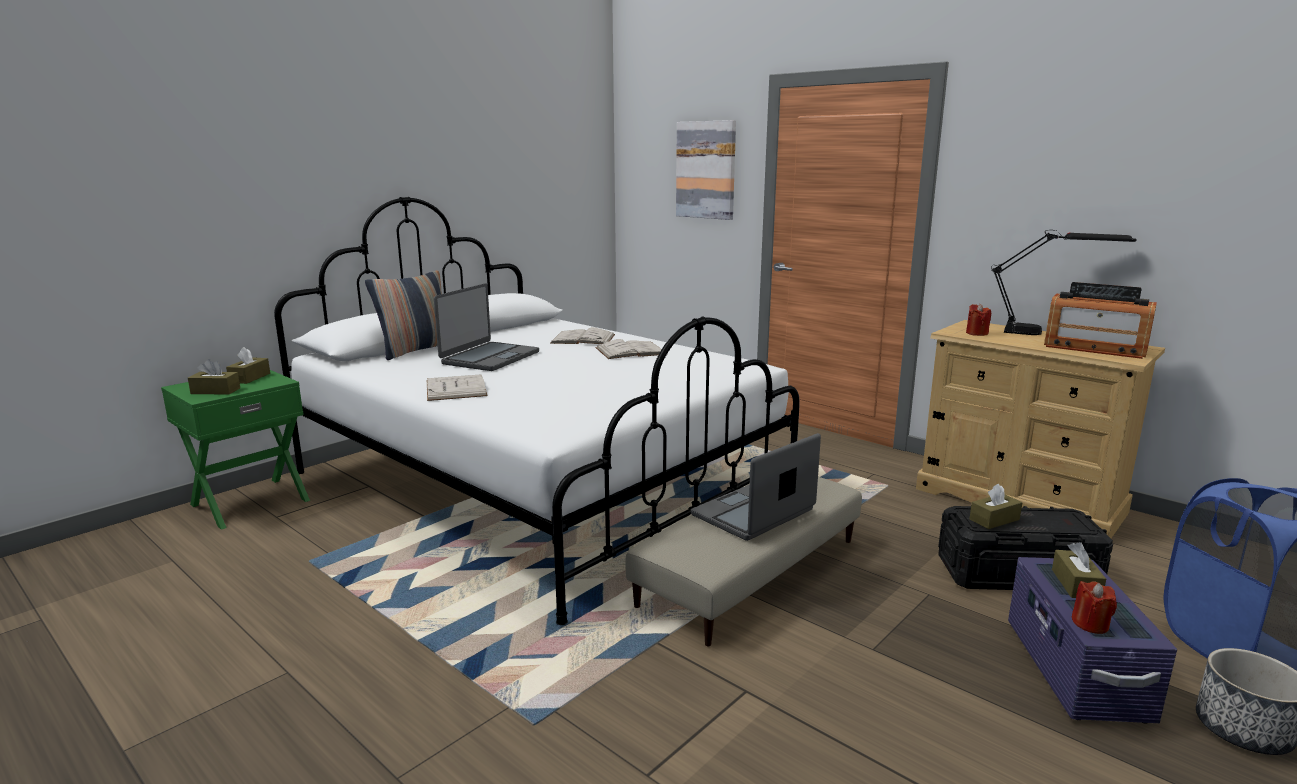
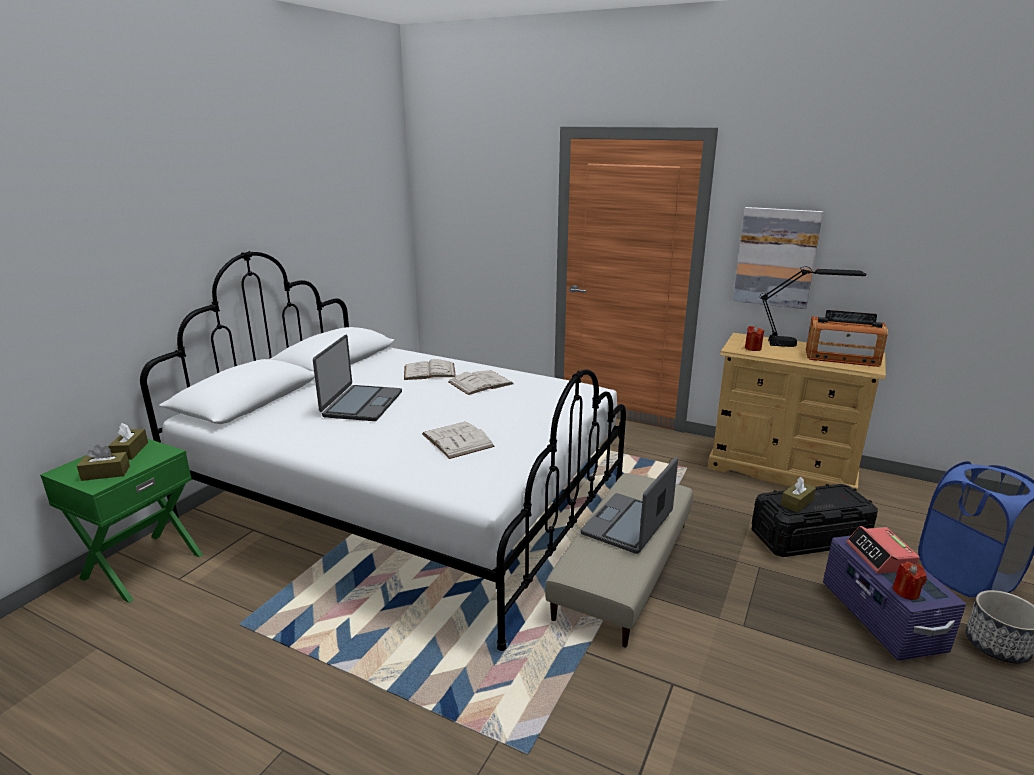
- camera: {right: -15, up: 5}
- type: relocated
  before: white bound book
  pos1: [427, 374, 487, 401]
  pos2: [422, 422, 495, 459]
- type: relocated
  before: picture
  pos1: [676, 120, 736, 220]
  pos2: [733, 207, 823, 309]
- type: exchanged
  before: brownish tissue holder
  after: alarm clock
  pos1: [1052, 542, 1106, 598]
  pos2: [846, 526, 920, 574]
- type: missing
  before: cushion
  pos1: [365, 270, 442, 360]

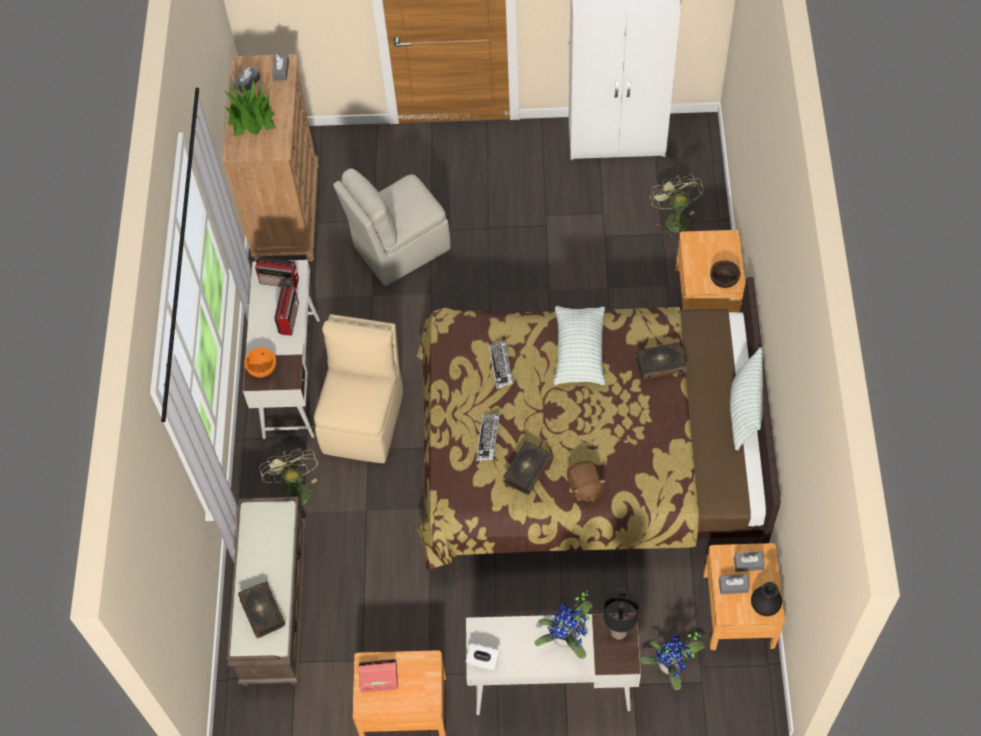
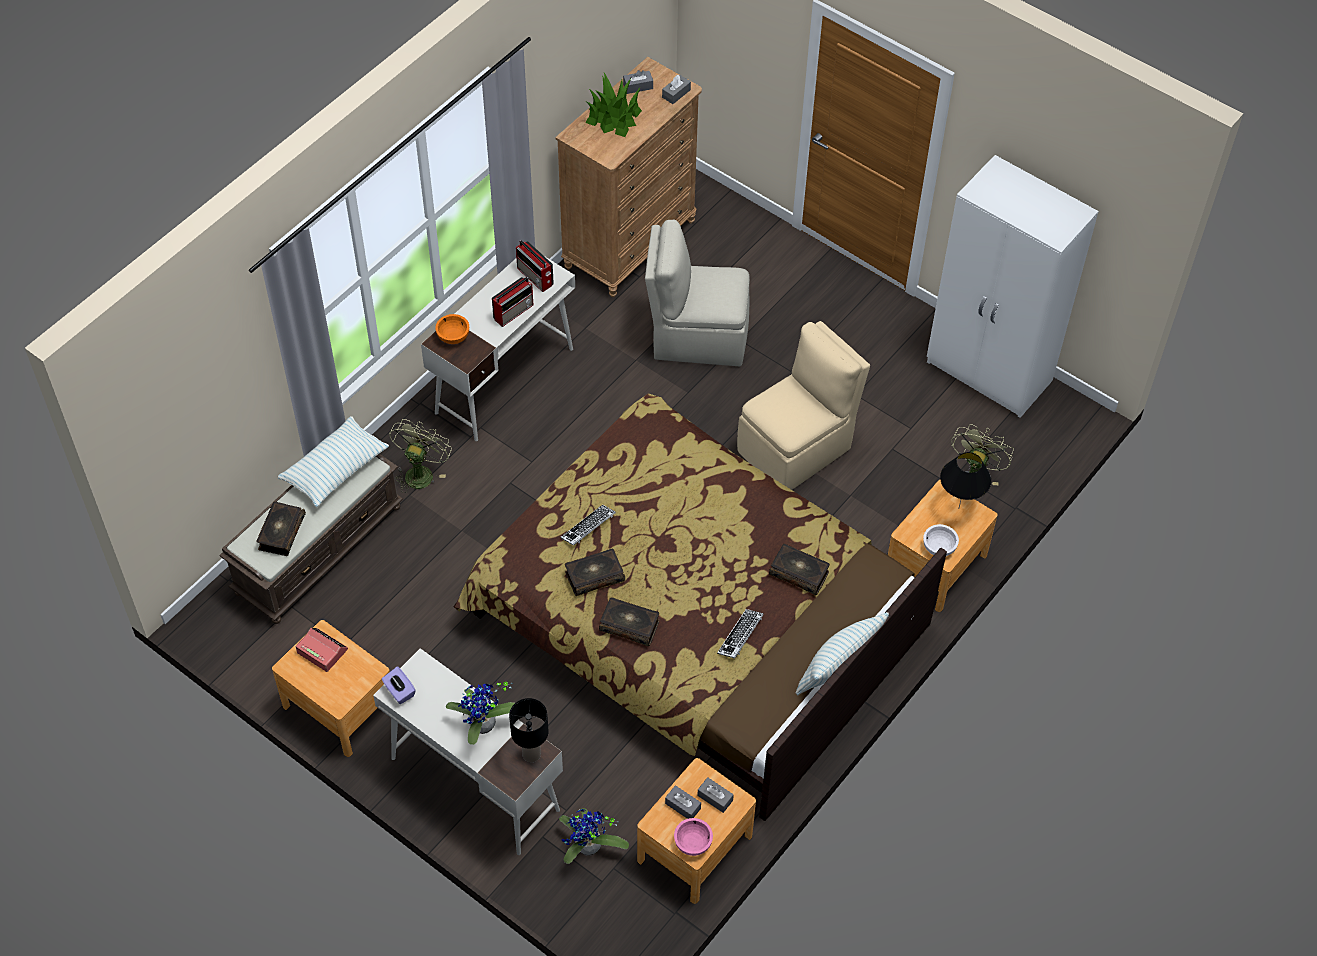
- camera: {right: 35, up: -5}
- type: relocated
  before: cushion
  pos1: [554, 306, 605, 386]
  pos2: [278, 416, 389, 507]
- type: colour
  before: white tissue holder
  after: purple-coloured tissue holder
  pos1: [466, 644, 500, 670]
  pos2: [382, 667, 416, 704]
- type: exchanged
  before: brownish soft toy
  after: bound book
  pos1: [567, 461, 605, 502]
  pos2: [599, 597, 659, 646]
- type: exchanged
  before: black flower vase
  after: pink-coloured serving bowl
  pos1: [751, 582, 782, 616]
  pos2: [674, 818, 713, 856]
- type: relocated
  before: computer keyboard
  pos1: [489, 340, 513, 389]
  pos2: [717, 609, 764, 658]
- type: relocated
  before: sand-coloured upright chair
  pos1: [314, 314, 403, 463]
  pos2: [737, 321, 870, 490]
- type: colour
  before: brownish serving bowl
  after: white serving bowl
  pos1: [710, 260, 740, 288]
  pos2: [923, 524, 959, 556]
- type: appeared
  after: black tabletop lamp
  pos2: [940, 452, 991, 508]

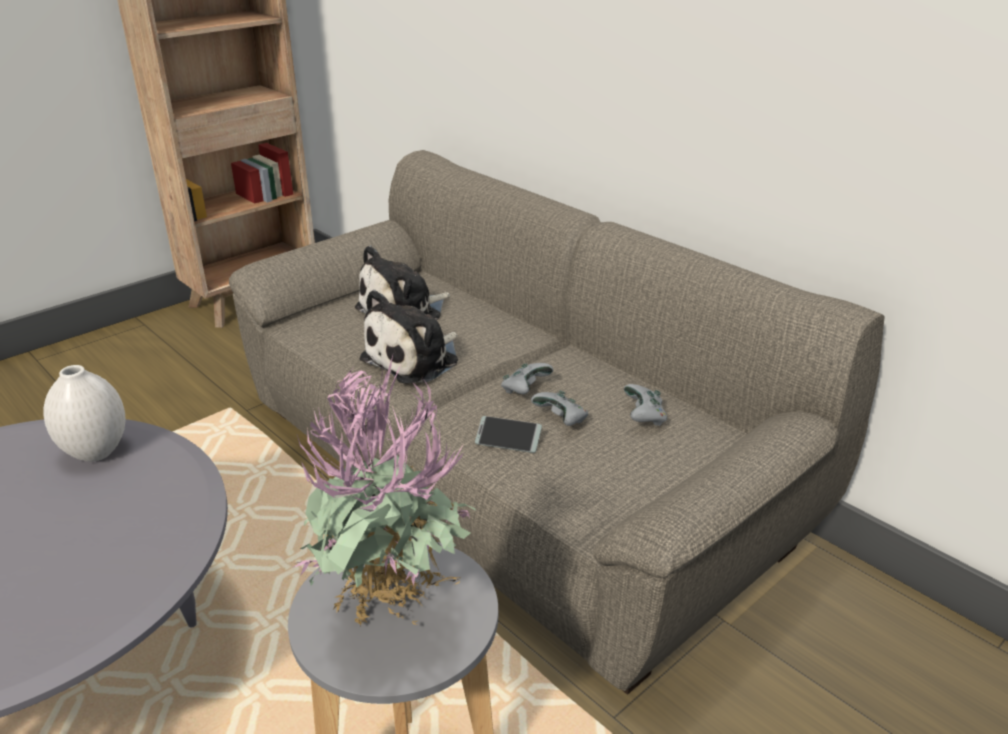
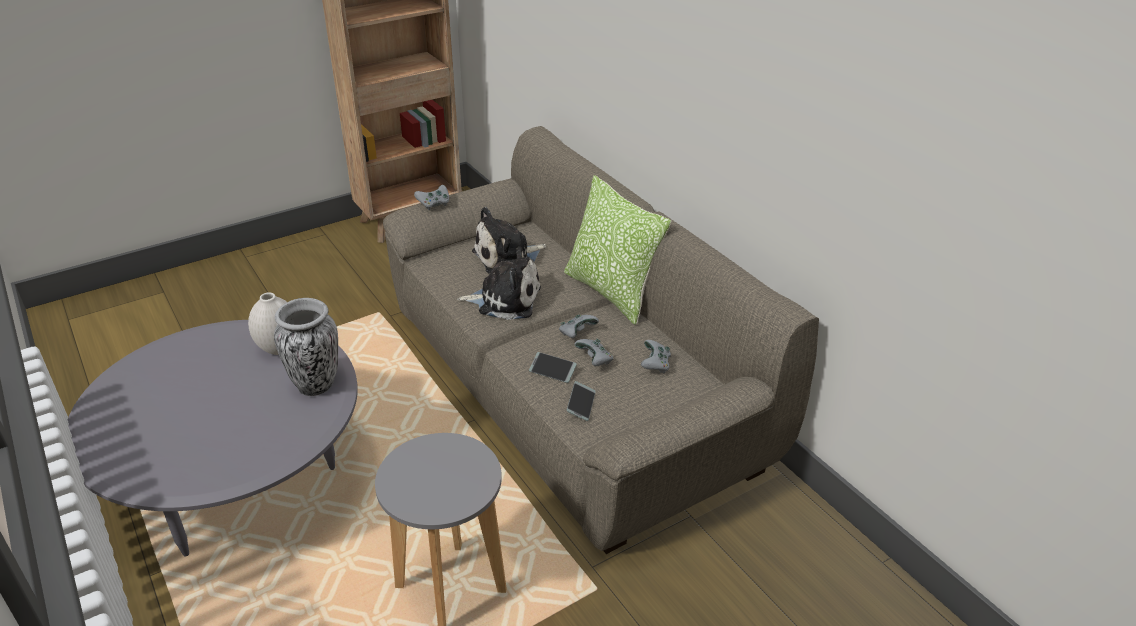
- camera: {right: 10, up: 5}
- type: appeared
  after: flower vase
  pos2: [274, 298, 338, 396]
- type: appeared
  after: gray joypad
  pos2: [414, 185, 449, 210]
- type: spun
  before: soft toy
  pos1: [360, 290, 458, 384]
  pos2: [457, 247, 541, 320]
  turn: -135
- type: appeared
  after: cushion
  pos2: [564, 175, 671, 325]
- type: appeared
  after: phone
  pos2: [567, 381, 596, 421]
- type: missing
  before: houseplant
  pos1: [292, 355, 475, 627]

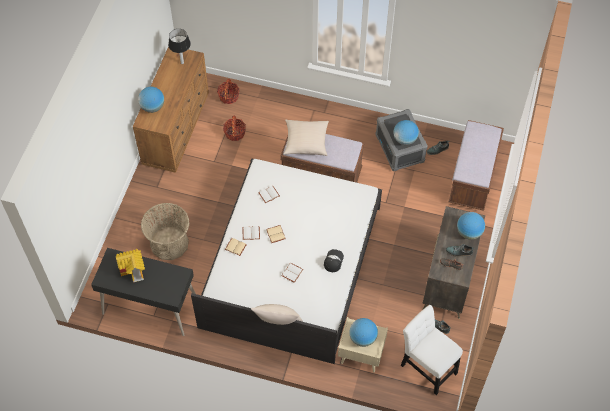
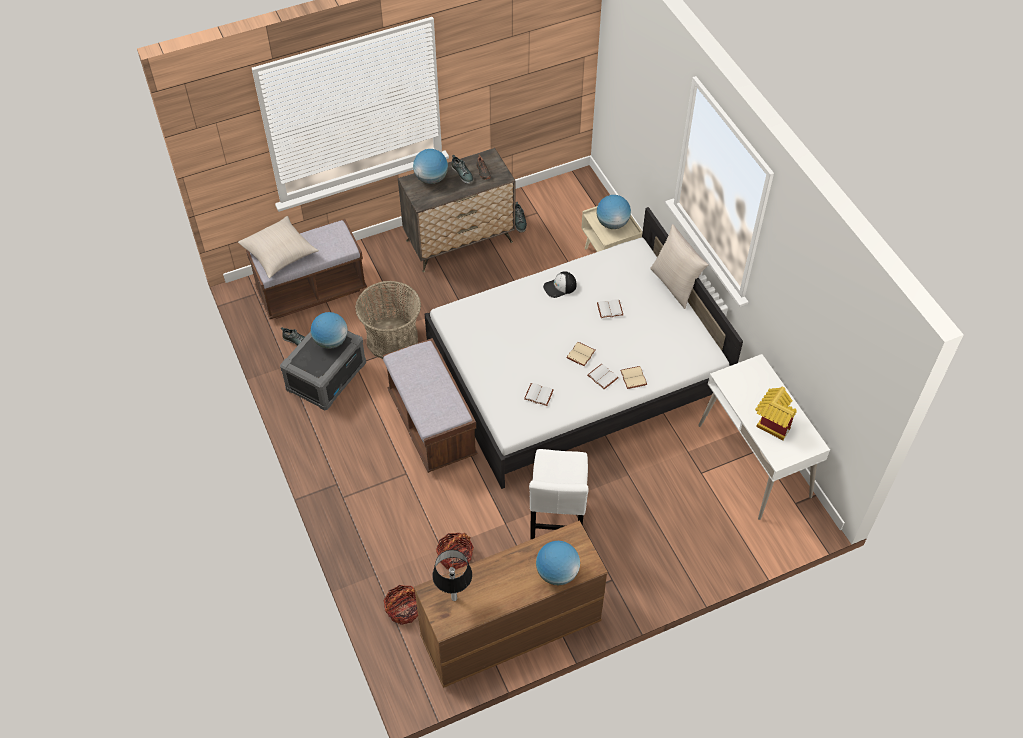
- camera: {right: -130, up: -5}
- type: relocated
  before: sand-coloured cushion
  pos1: [284, 120, 329, 156]
  pos2: [238, 216, 319, 278]
- type: relocated
  before: basket
  pos1: [141, 203, 189, 260]
  pos2: [355, 281, 421, 359]
- type: relocated
  before: white upright chair
  pos1: [401, 305, 463, 395]
  pos2: [529, 449, 589, 539]
- type: colour
  before: black desk unit
  after: white desk unit
  pos1: [91, 248, 196, 336]
  pos2: [698, 354, 830, 520]

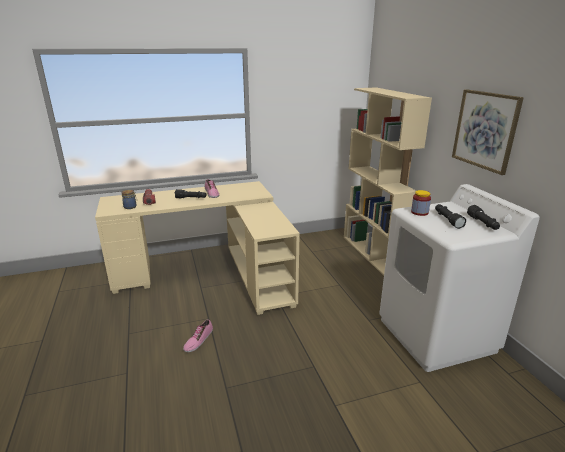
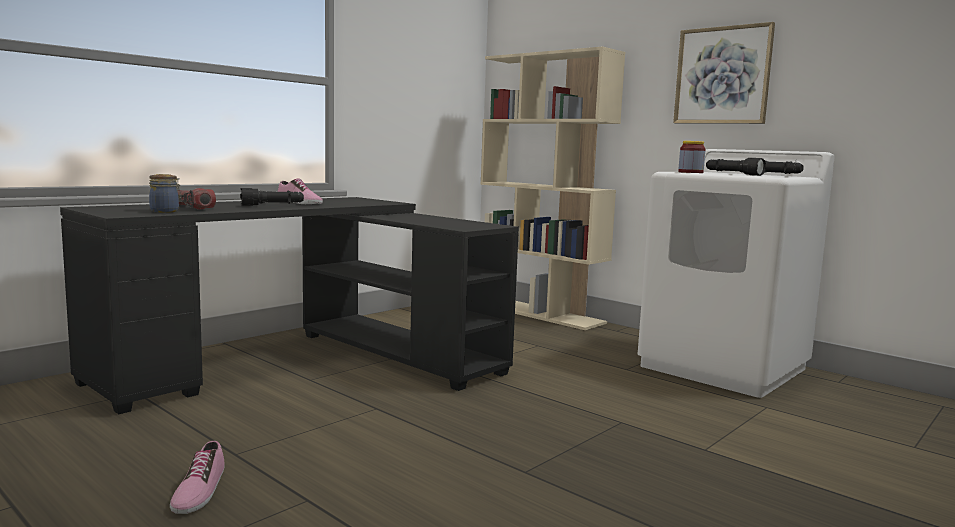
- camera: {right: -30, up: -15}
- type: colour
  before: sand-coloured desk unit
  after: black desk unit
  pos1: [95, 181, 300, 315]
  pos2: [60, 197, 519, 414]
- type: relocated
  before: item of footwear
  pos1: [183, 319, 213, 352]
  pos2: [170, 440, 225, 514]

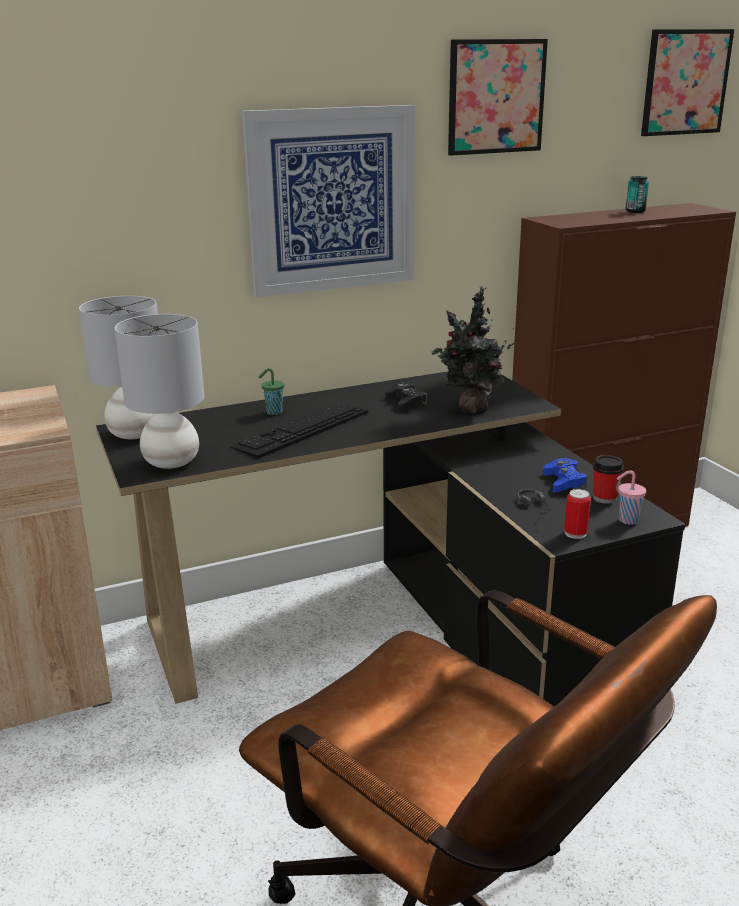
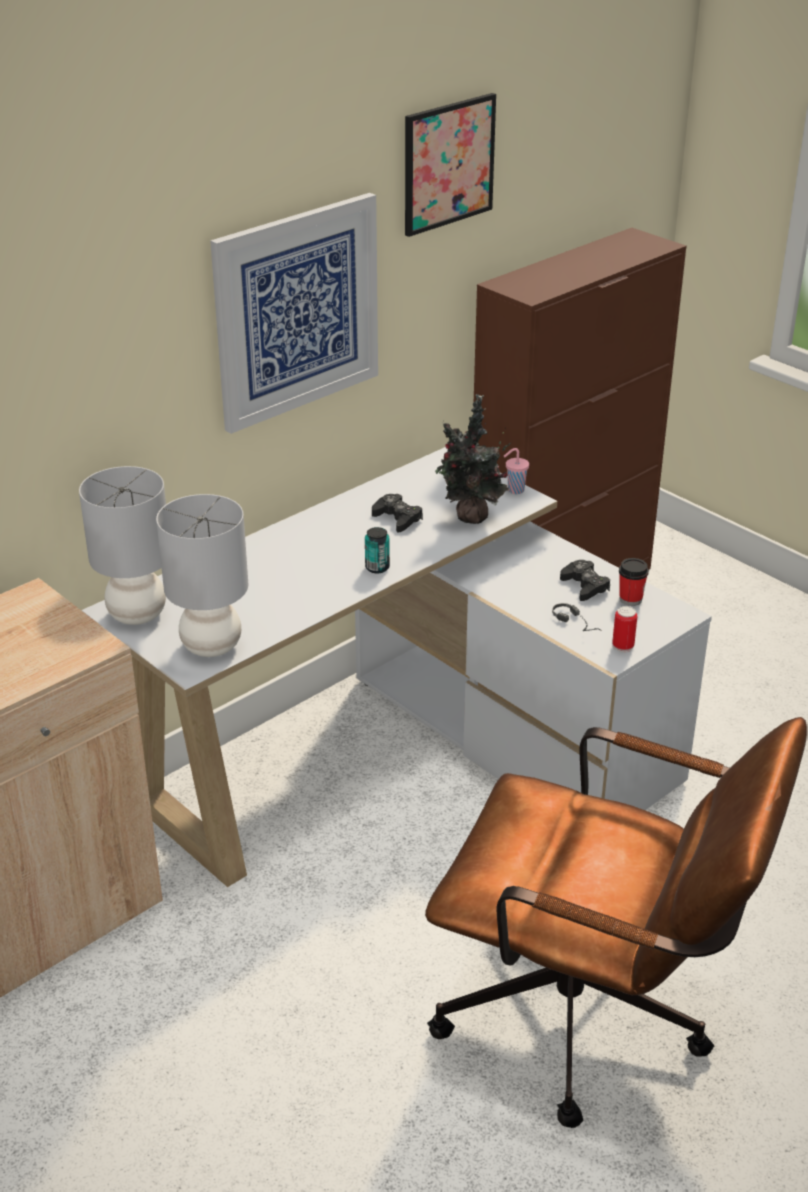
- camera: {right: -20, up: 10}
- type: colour
  before: black desk unit
  after: white desk unit
  pos1: [96, 371, 685, 707]
  pos2: [81, 447, 712, 887]
- type: relocated
  before: sealed can
  pos1: [626, 176, 649, 213]
  pos2: [365, 527, 390, 574]
- type: relocated
  before: pink-coloured small cup
  pos1: [617, 470, 646, 525]
  pos2: [504, 448, 529, 494]
- type: colour
  before: blue joypad
  after: black joypad
  pos1: [543, 458, 587, 493]
  pos2: [560, 560, 610, 601]
- type: missing
  before: computer keyboard
  pos1: [230, 403, 368, 459]
- type: missing
  before: green-coloured small cup
  pos1: [259, 368, 284, 415]
- type: missing
  before: picture
  pos1: [641, 29, 734, 136]

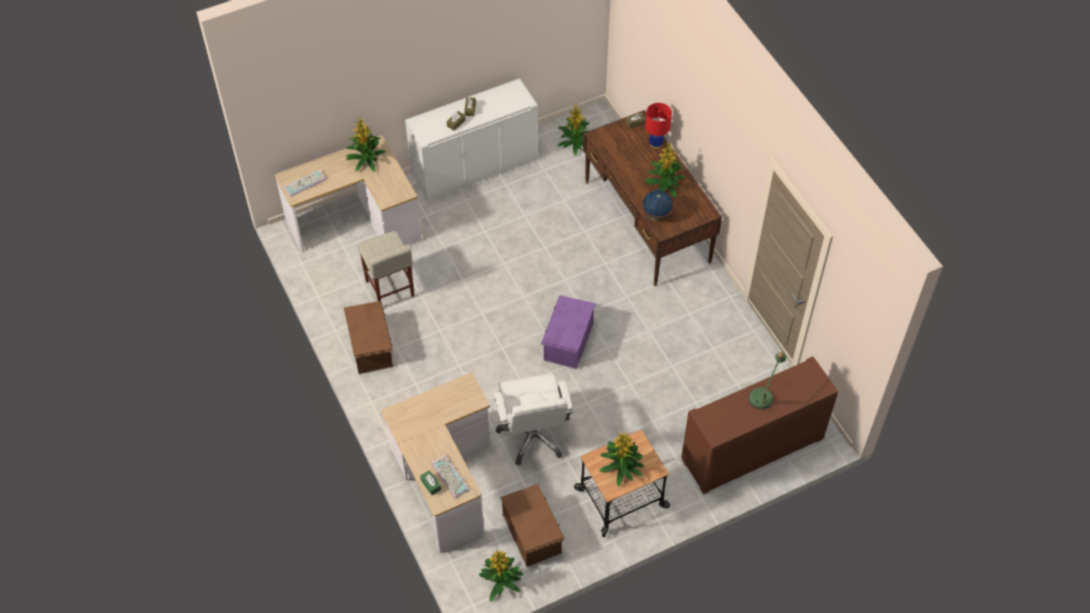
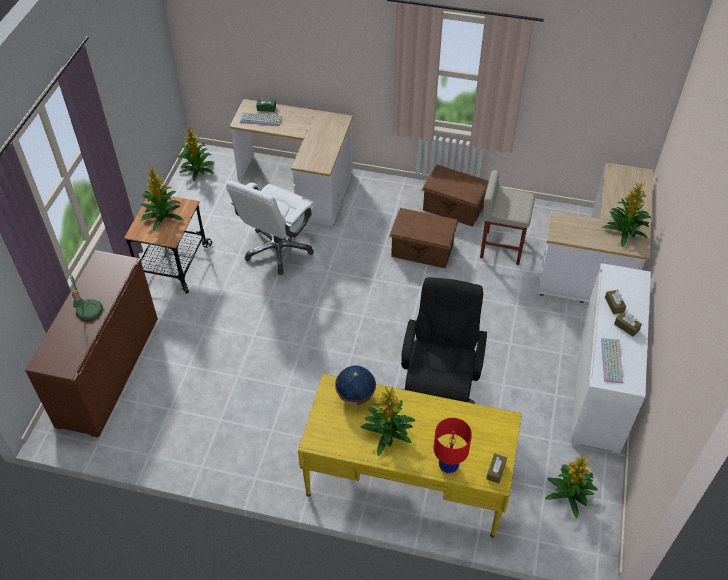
- camera: {right: 130, up: -5}
- type: spun
  before: white computer chair
  pos1: [494, 374, 573, 465]
  pos2: [226, 180, 316, 275]
  turn: -90
- type: colour
  before: brownish desk unit
  after: yellow desk unit
  pos1: [583, 110, 722, 286]
  pos2: [298, 374, 522, 538]
- type: relocated
  before: brownish storage bin
  pos1: [500, 484, 565, 567]
  pos2: [389, 208, 458, 269]
- type: appeared
  after: black computer chair
  pos2: [401, 277, 487, 404]
- type: relocated
  before: computer keyboard
  pos1: [284, 169, 327, 197]
  pos2: [601, 338, 623, 383]
- type: missing
  before: purple-coloured storage bin
  pos1: [541, 295, 595, 369]

